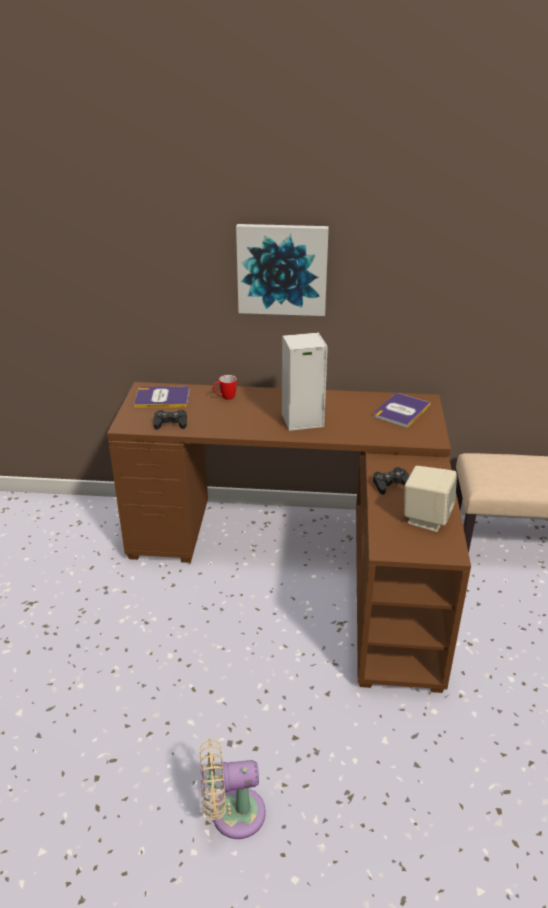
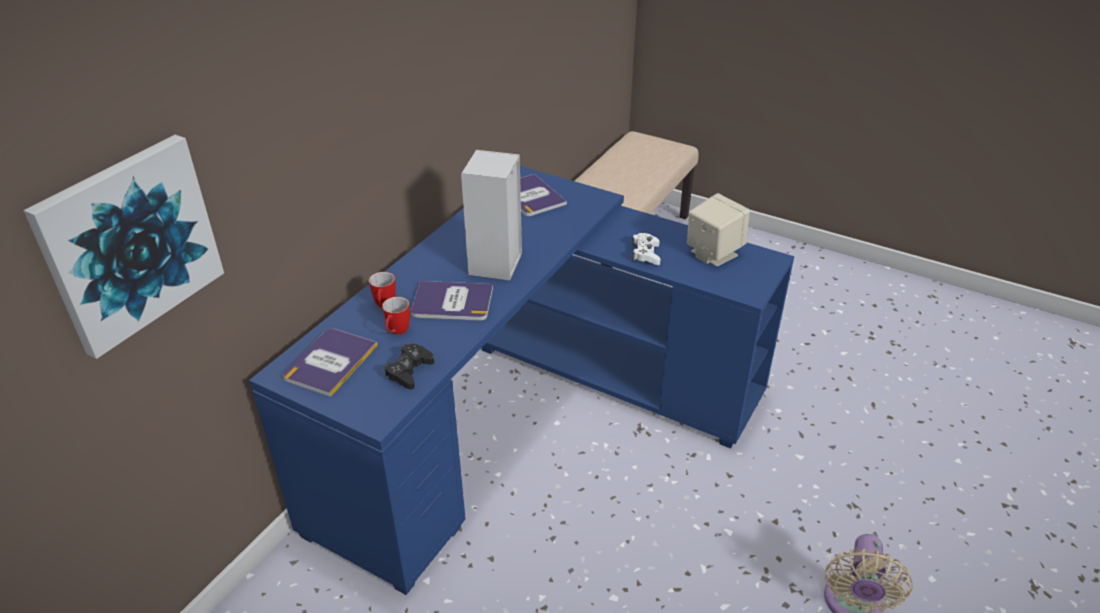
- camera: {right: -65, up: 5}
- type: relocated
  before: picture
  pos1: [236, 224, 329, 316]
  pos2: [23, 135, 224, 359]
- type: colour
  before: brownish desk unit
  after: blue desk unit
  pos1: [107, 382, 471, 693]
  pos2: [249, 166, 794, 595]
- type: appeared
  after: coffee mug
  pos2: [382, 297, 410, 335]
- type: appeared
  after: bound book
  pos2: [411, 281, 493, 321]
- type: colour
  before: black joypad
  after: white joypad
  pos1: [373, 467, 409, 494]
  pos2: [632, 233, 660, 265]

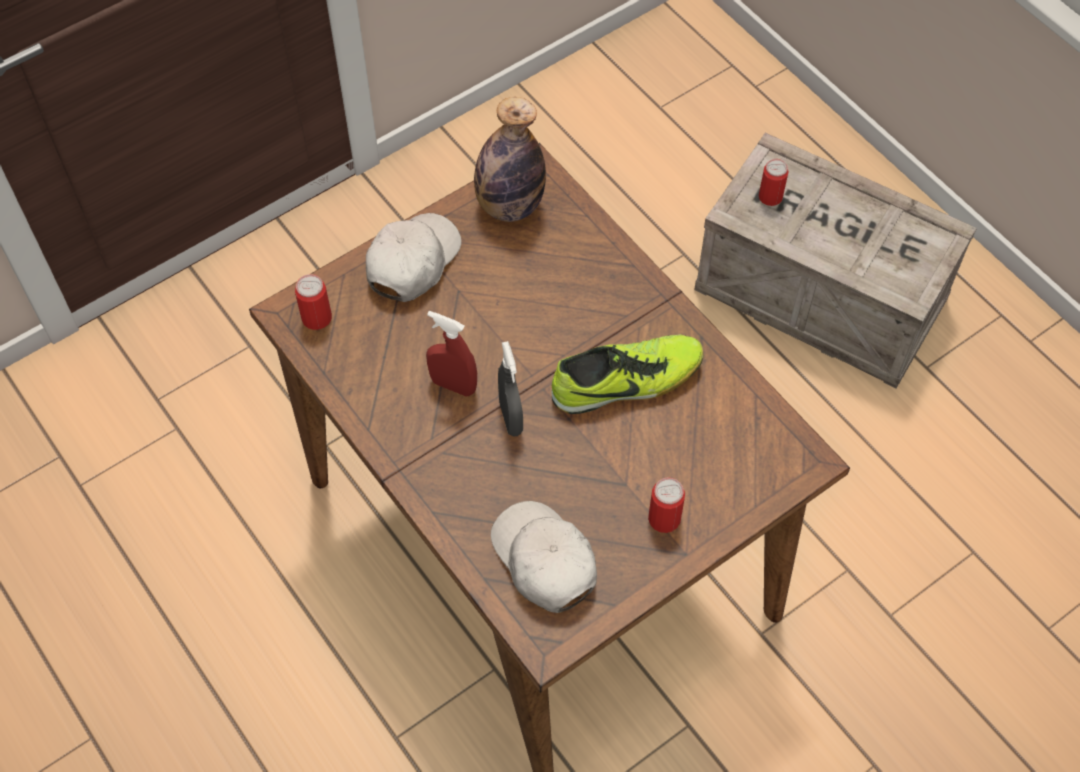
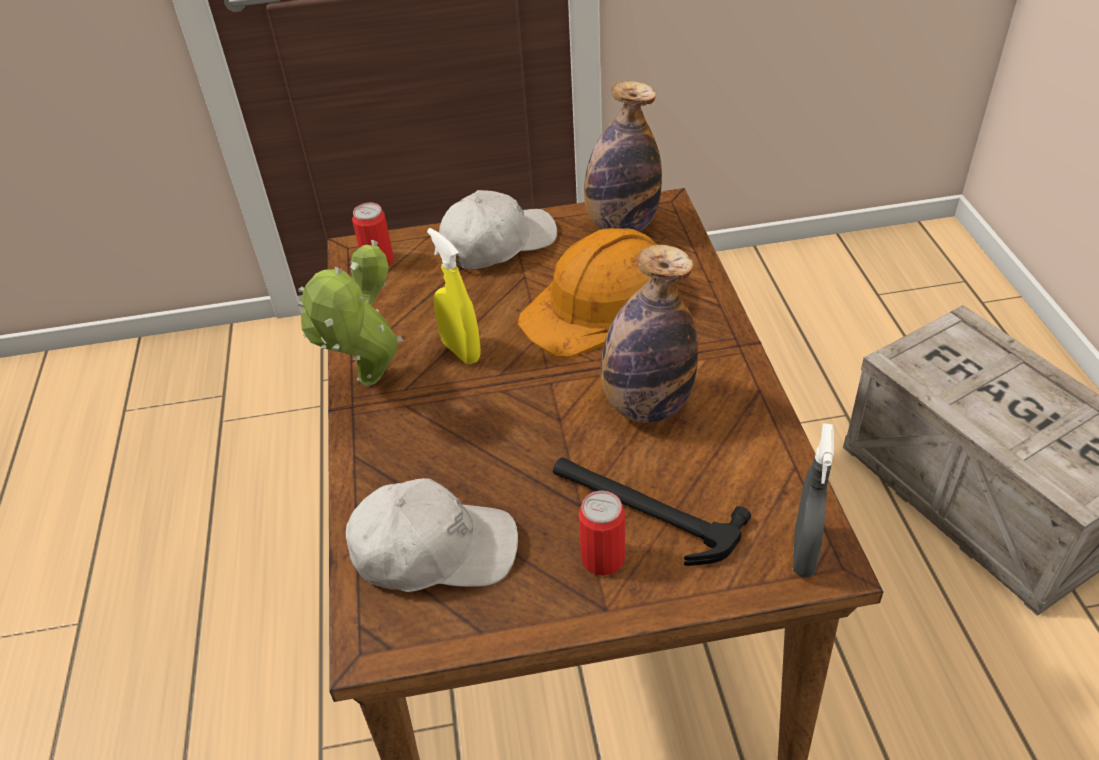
- camera: {right: 30, up: -15}
- type: appeared
  after: houseplant
  pos2: [298, 240, 403, 386]
- type: spun
  before: white baseball cap
  pos1: [491, 501, 597, 613]
  pos2: [346, 478, 518, 592]
  turn: 90
- type: colour
  before: reddish spray bottle
  after: yellow spray bottle
  pos1: [426, 311, 477, 397]
  pos2: [427, 228, 481, 364]
- type: appeared
  after: orange work helmet
  pos2: [517, 228, 676, 358]
- type: appeared
  after: hand hammer
  pos2: [553, 457, 751, 566]
- type: exchanged
  before: item of footwear
  after: drink bottle
  pos1: [551, 334, 703, 414]
  pos2: [601, 244, 698, 423]
- type: relocated
  before: gray spray bottle
  pos1: [498, 341, 523, 437]
  pos2: [793, 423, 834, 578]
- type: missing
  before: sealed can
  pos1: [759, 159, 789, 206]

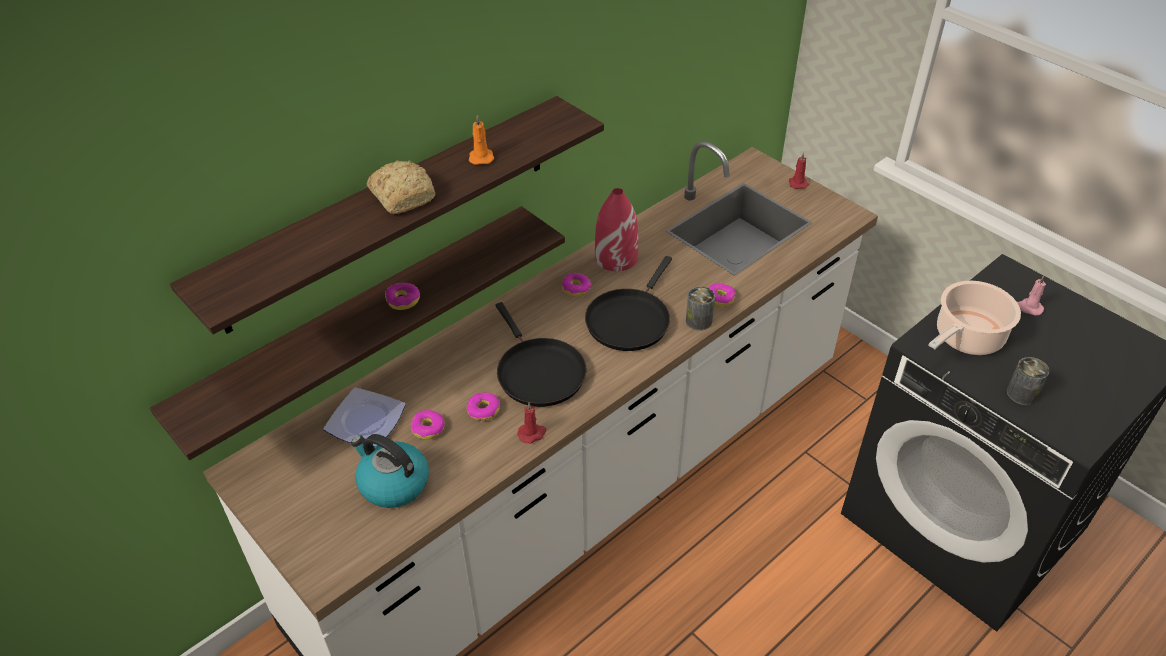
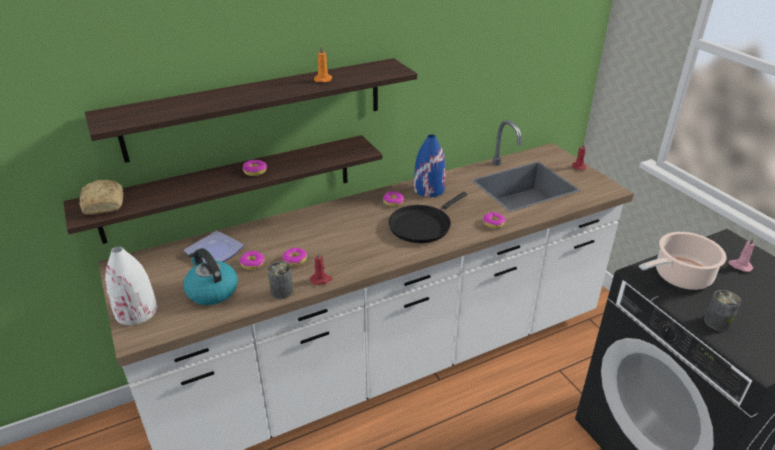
- camera: {right: 15, up: -10}
- type: relocated
  before: baked bread
  pos1: [367, 160, 435, 214]
  pos2: [79, 179, 123, 215]
- type: appeared
  after: white flower vase
  pos2: [105, 246, 157, 325]
- type: relocated
  before: sealed can
  pos1: [686, 286, 715, 331]
  pos2: [268, 262, 293, 300]
- type: colour
  before: reddish flower vase
  after: blue flower vase
  pos1: [595, 188, 639, 271]
  pos2: [414, 135, 446, 197]
- type: missing
  before: black frying pan
  pos1: [495, 302, 587, 407]

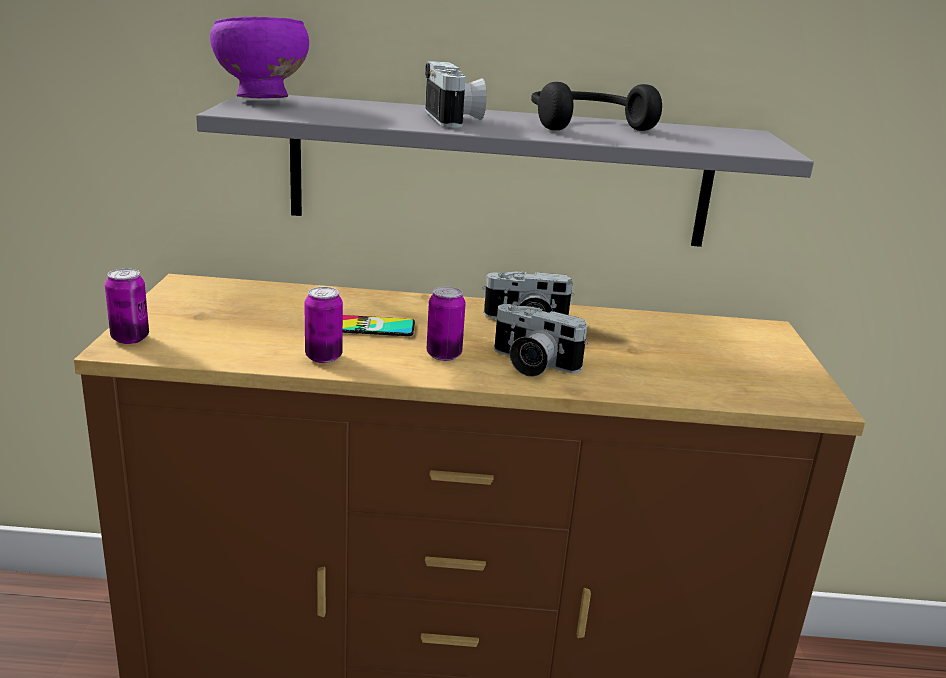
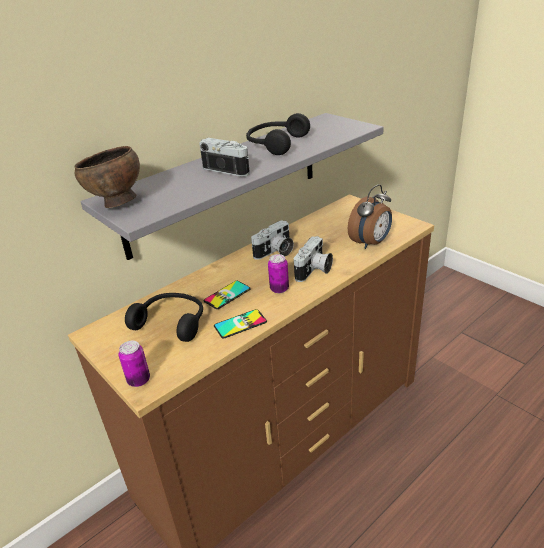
- camera: {right: -40, up: 10}
- type: colour
  before: purple-coloured serving bowl
  after: brownish serving bowl
  pos1: [210, 17, 309, 98]
  pos2: [75, 146, 140, 208]
- type: appeared
  after: black headset
  pos2: [125, 293, 203, 342]
- type: exchanged
  before: sealed can
  after: phone
  pos1: [304, 287, 343, 363]
  pos2: [214, 309, 267, 339]
- type: spun
  before: photo camera
  pos1: [494, 304, 588, 377]
  pos2: [294, 236, 333, 282]
  turn: -45
- type: appeared
  after: alarm clock
  pos2: [348, 184, 392, 249]

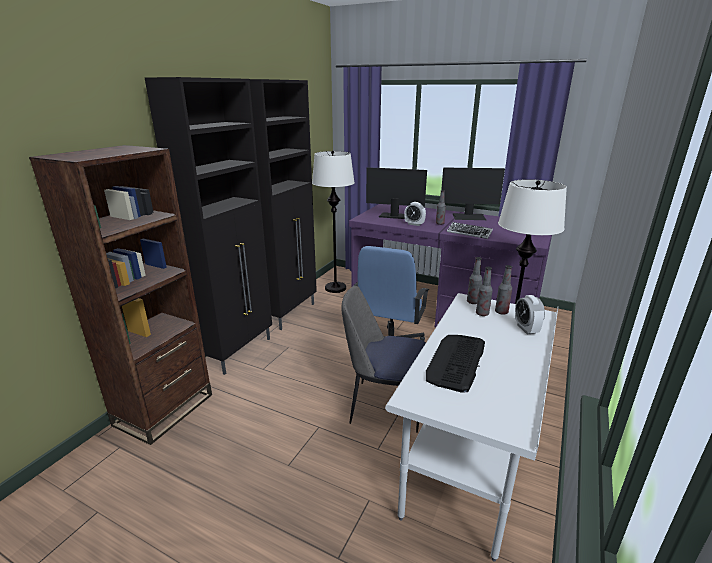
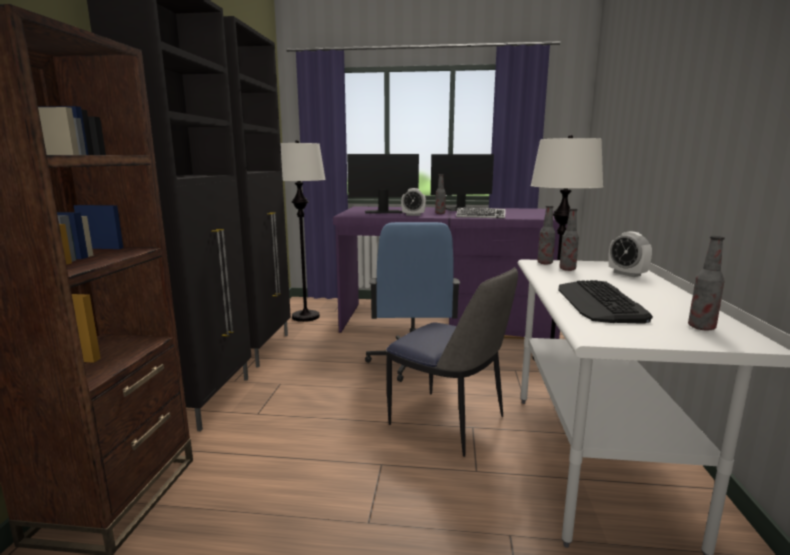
- camera: {right: -20, up: -10}
- type: spun
  before: upright chair
  pos1: [342, 286, 426, 433]
  pos2: [386, 267, 518, 457]
  turn: -135
- type: relocated
  before: drink bottle
  pos1: [495, 265, 512, 315]
  pos2: [688, 236, 725, 331]

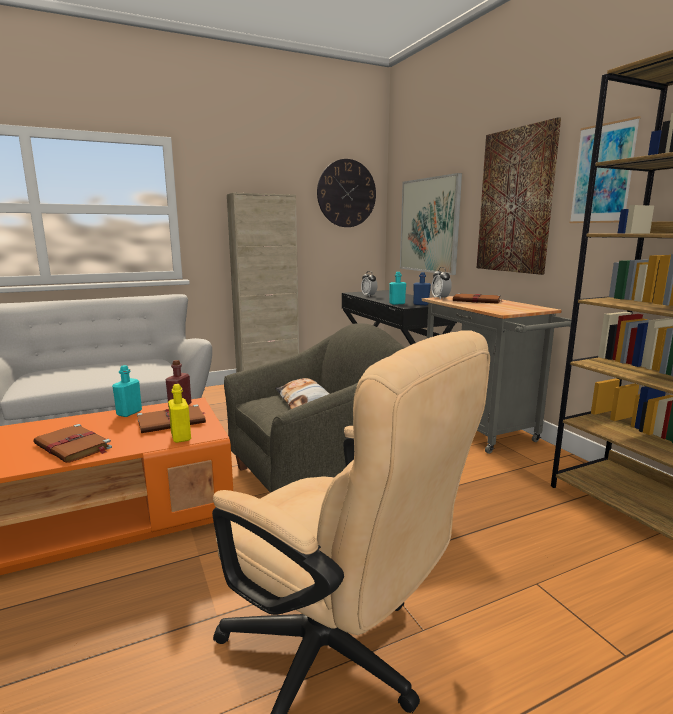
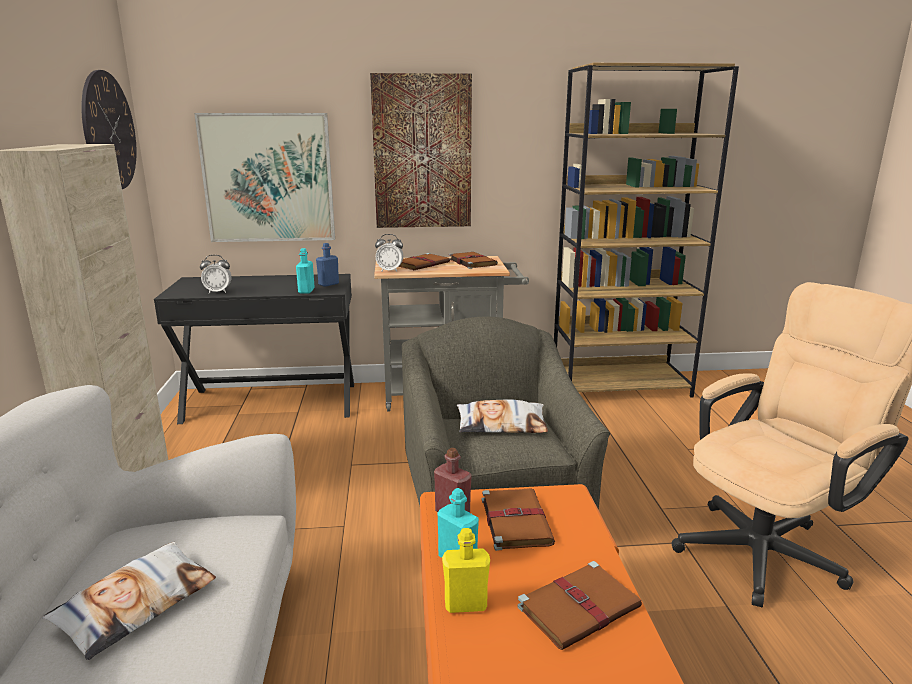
- camera: {right: -70, up: 5}
- type: appeared
  after: cushion
  pos2: [42, 542, 216, 660]
- type: relocated
  before: yellow drink bottle
  pos1: [168, 384, 191, 443]
  pos2: [442, 528, 490, 613]
- type: appeared
  after: brownish bound book
  pos2: [449, 252, 498, 269]
- type: missing
  before: picture
  pos1: [569, 116, 641, 223]

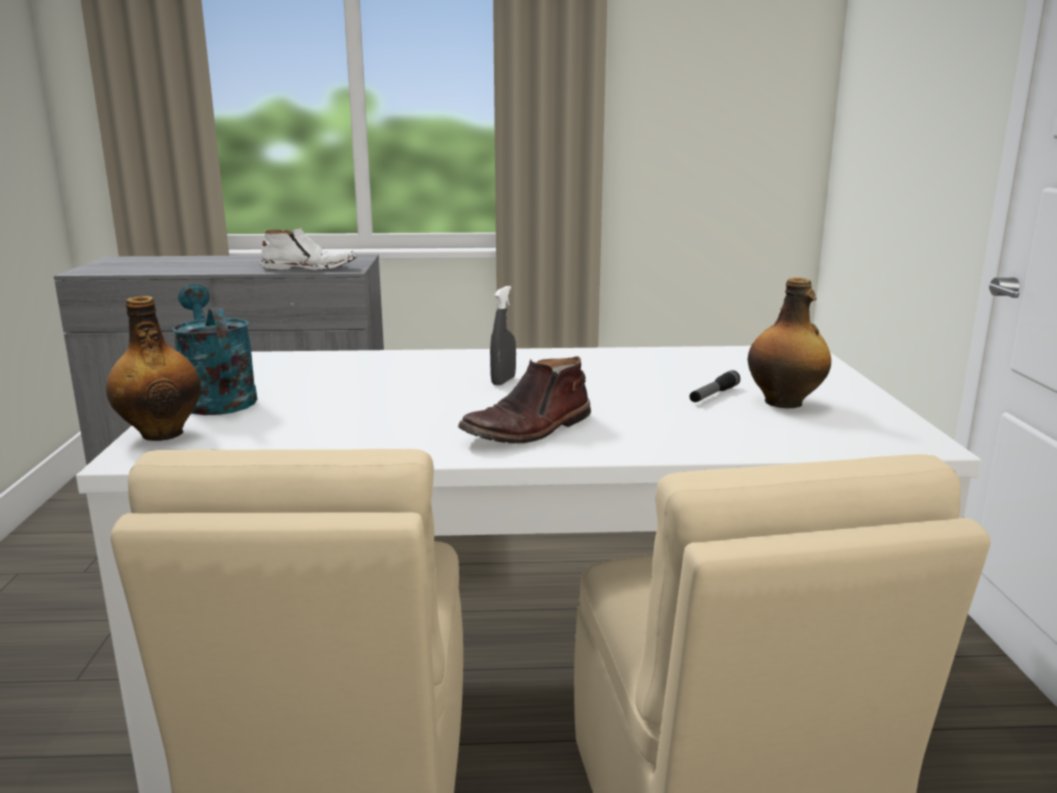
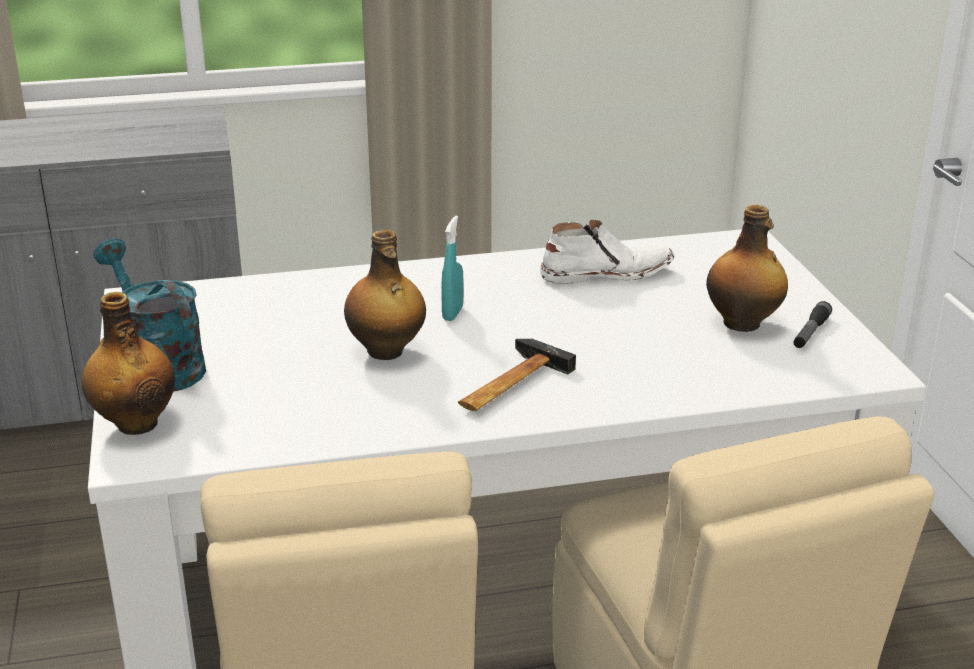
- camera: {right: -10, up: 10}
- type: appeared
  after: drink bottle
  pos2: [344, 230, 426, 360]
- type: colour
  before: gray spray bottle
  after: blue-green spray bottle
  pos1: [490, 286, 516, 385]
  pos2: [441, 216, 464, 321]
- type: exchanged
  before: brownish tall boot
  after: hand hammer
  pos1: [458, 356, 591, 444]
  pos2: [458, 339, 576, 411]
- type: relocated
  before: white tall boot
  pos1: [261, 228, 357, 270]
  pos2: [540, 219, 674, 283]
- type: relocated
  before: flashlight
  pos1: [689, 370, 740, 402]
  pos2: [793, 301, 832, 348]

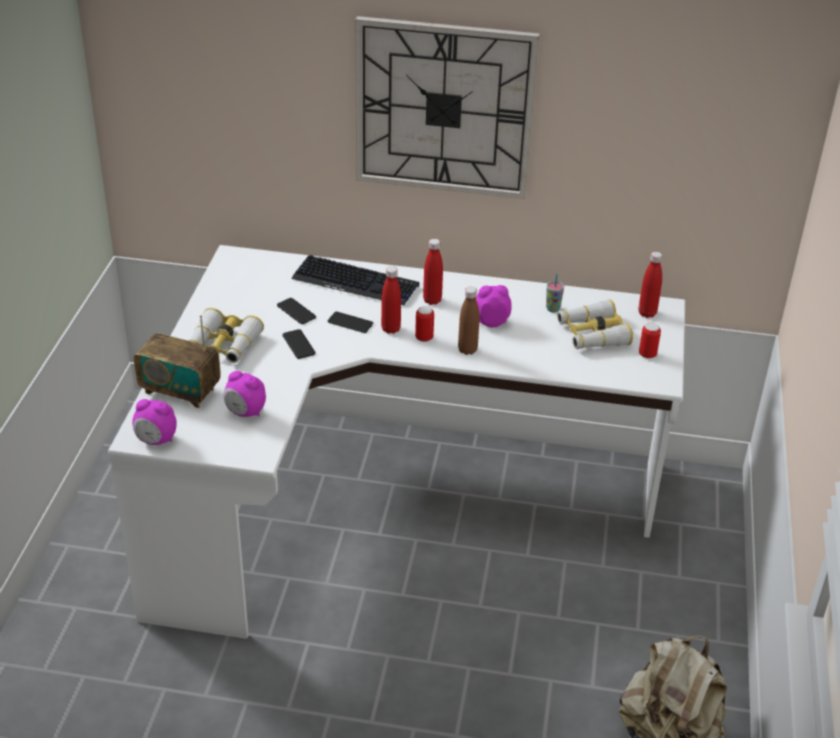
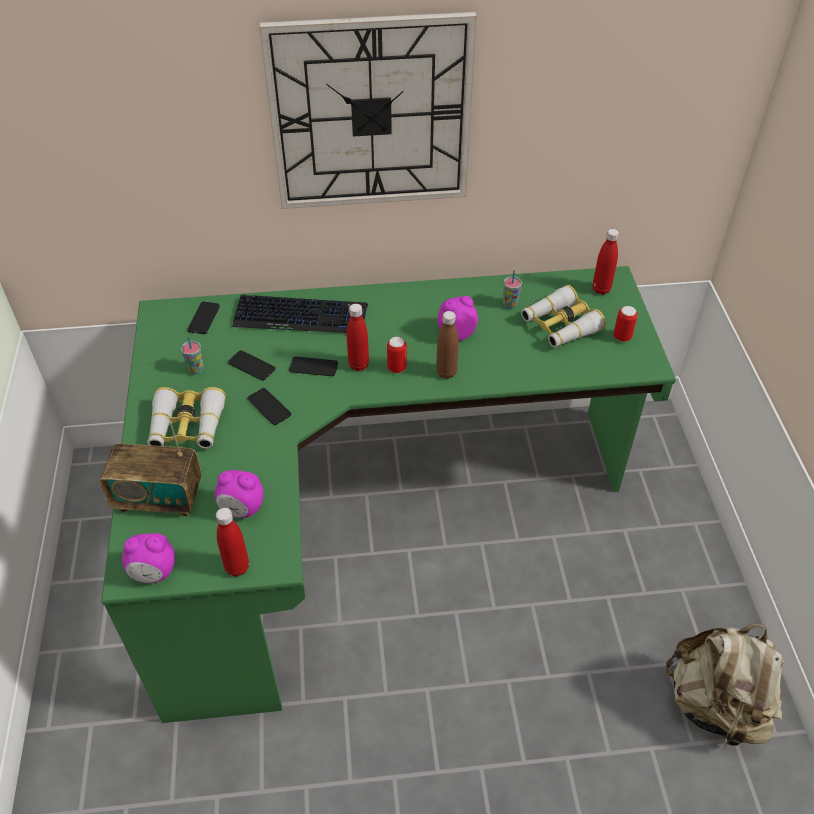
- camera: {right: -15, up: 10}
- type: colour
  before: white desk unit
  after: green-coloured desk unit
  pos1: [108, 245, 685, 639]
  pos2: [101, 266, 676, 723]
- type: appeared
  after: small cup
  pos2: [181, 335, 204, 374]
- type: appeared
  after: phone
  pos2: [187, 302, 220, 334]
- type: relocated
  before: reddish drink bottle
  pos1: [423, 239, 443, 305]
  pos2: [216, 508, 249, 577]

